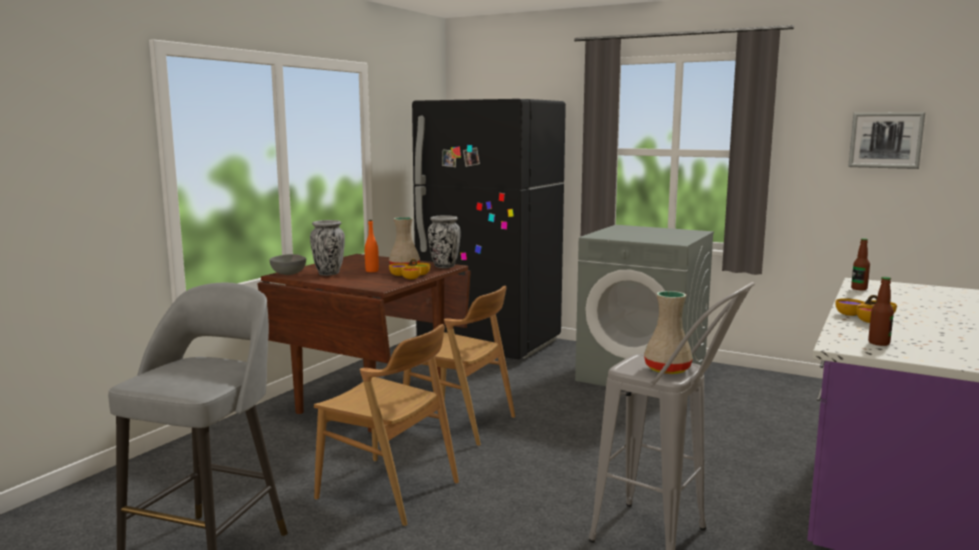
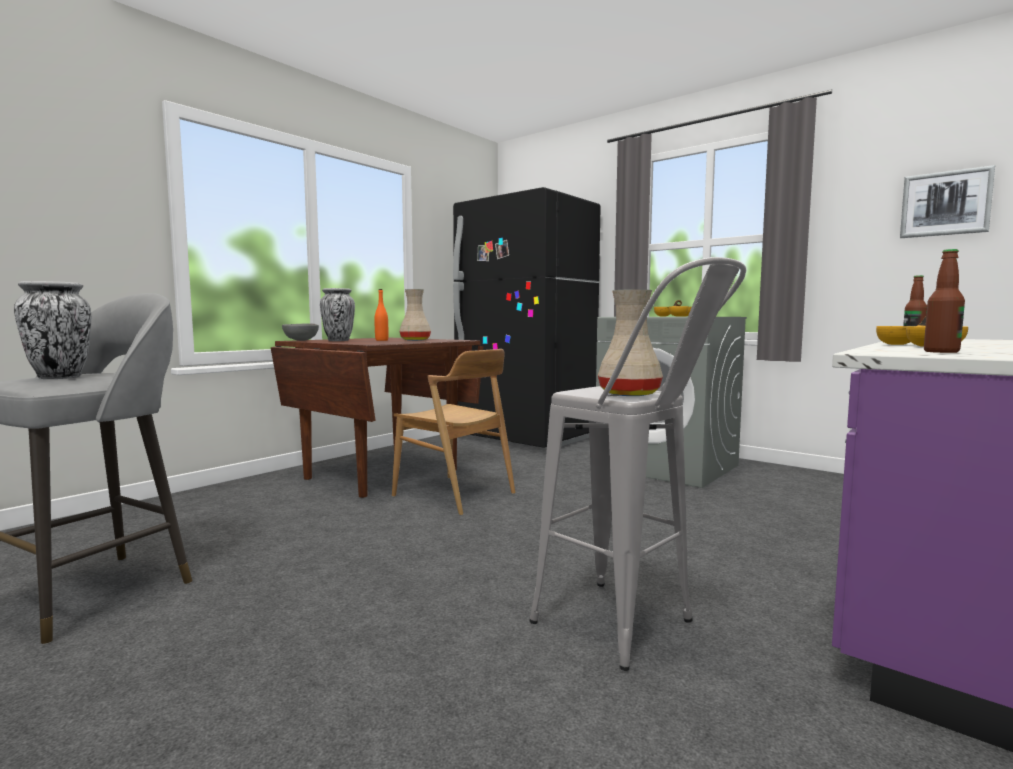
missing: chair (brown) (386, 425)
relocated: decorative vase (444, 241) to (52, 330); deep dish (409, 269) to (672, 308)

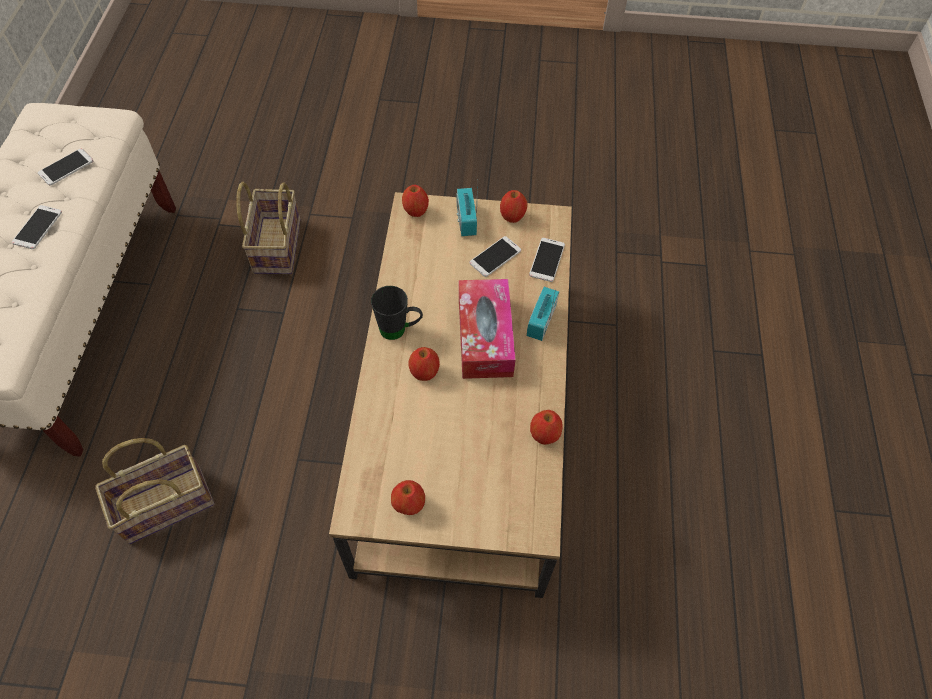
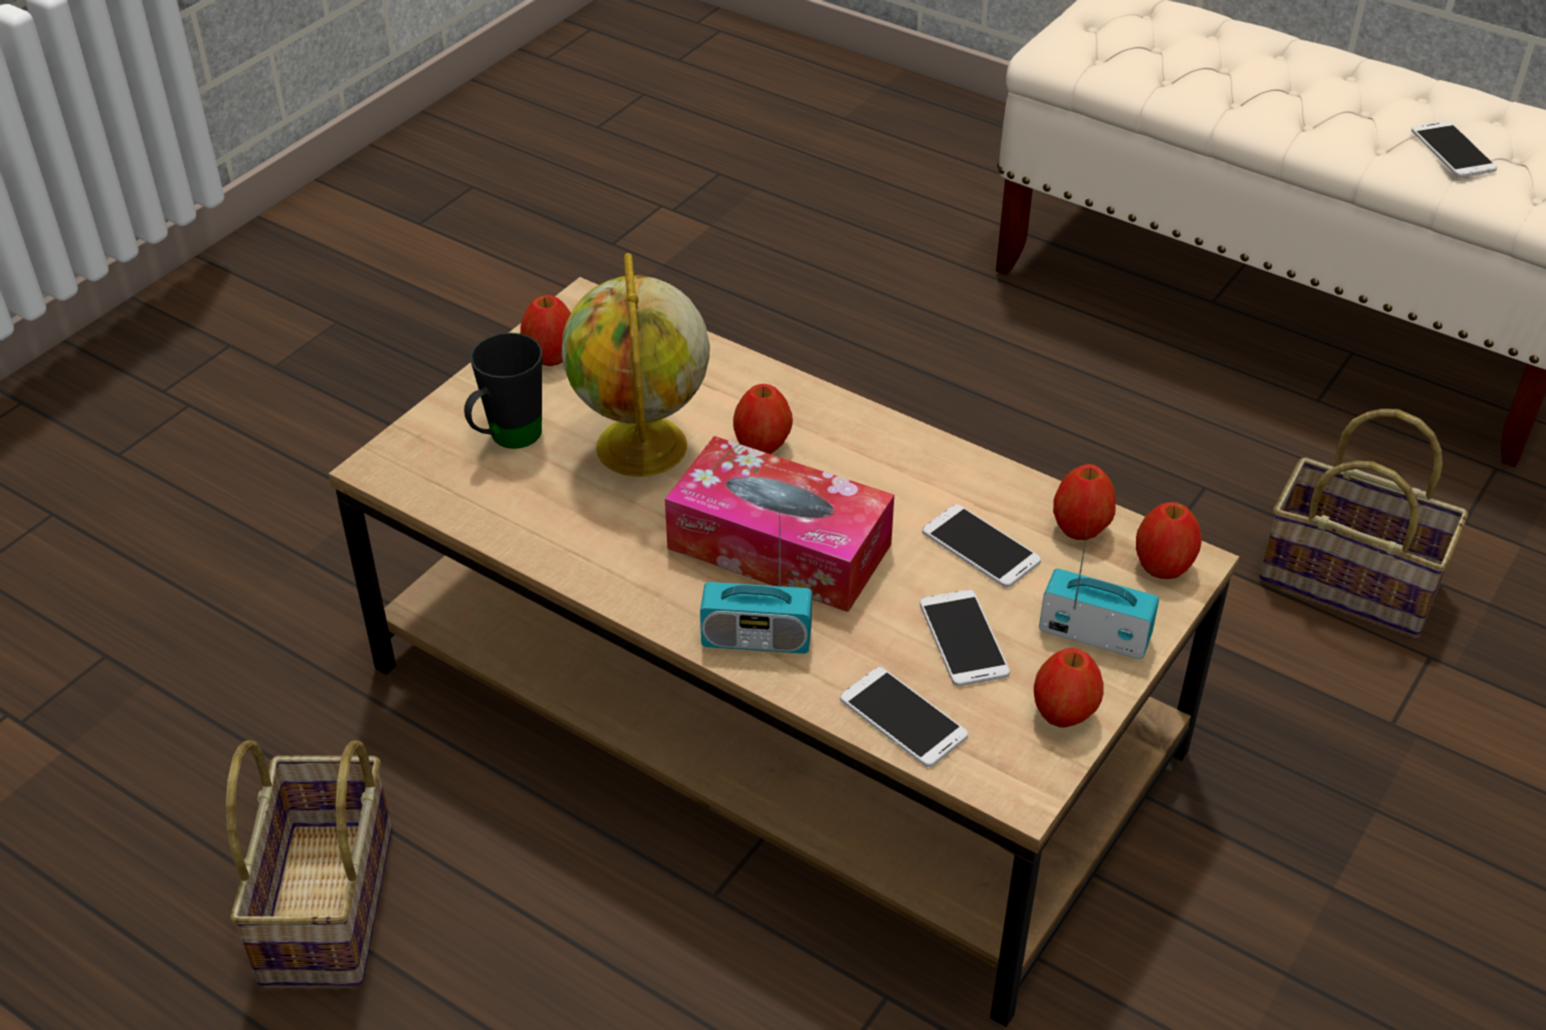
appeared: world globe (636, 365)
relocated: basket (154, 491) to (308, 862); coffee mug (black-coloured) (397, 313) to (503, 391); handset (37, 227) to (981, 545); apple fruit (546, 427) to (1084, 502)
spun: radio set (543, 314) = (756, 587) 135 degrees clockwise

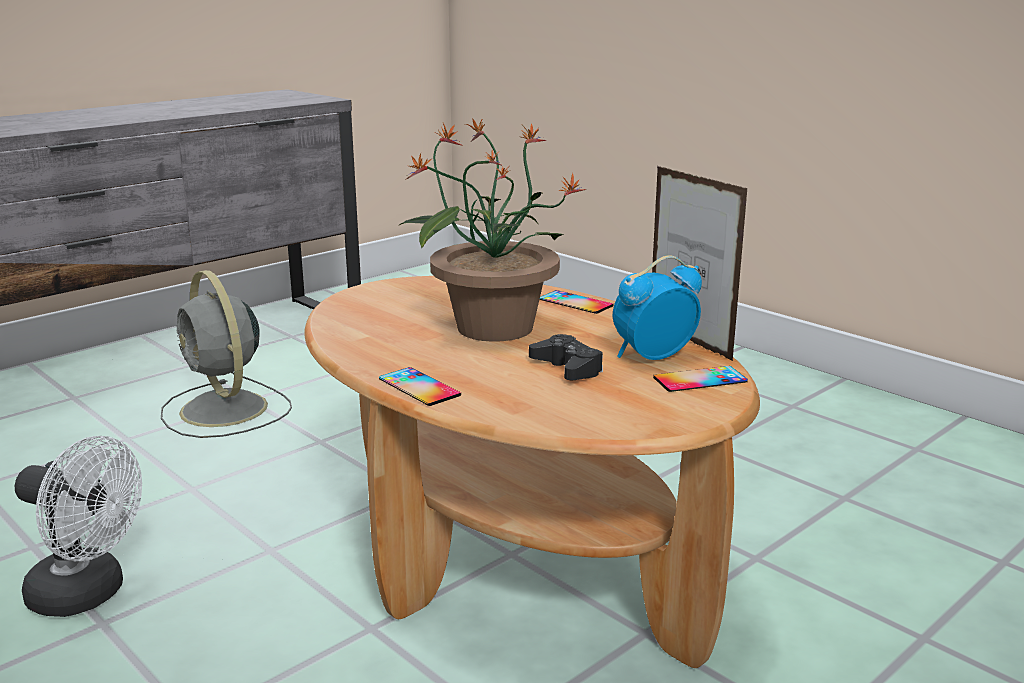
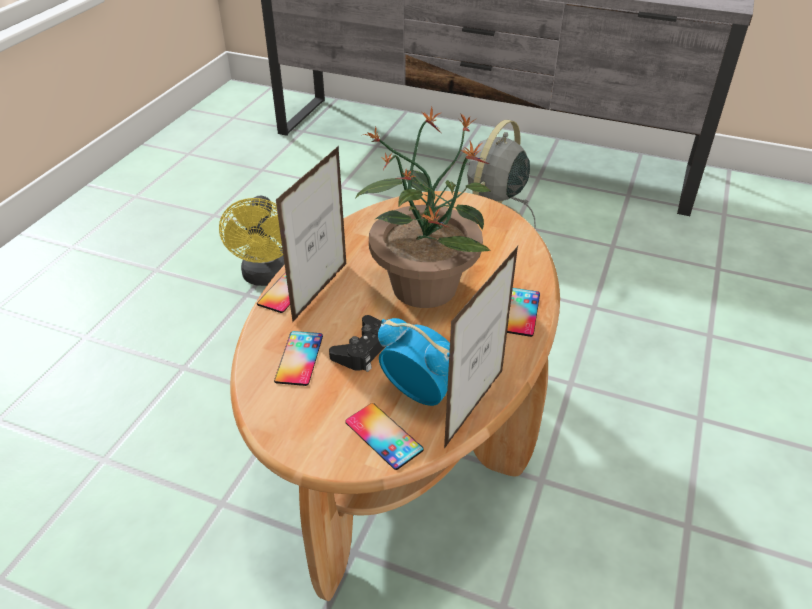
appeared: handset (298, 358); picture frame (311, 234)
colour: fan (white-coloured) (78, 526) to fan (yellowish) (252, 241)

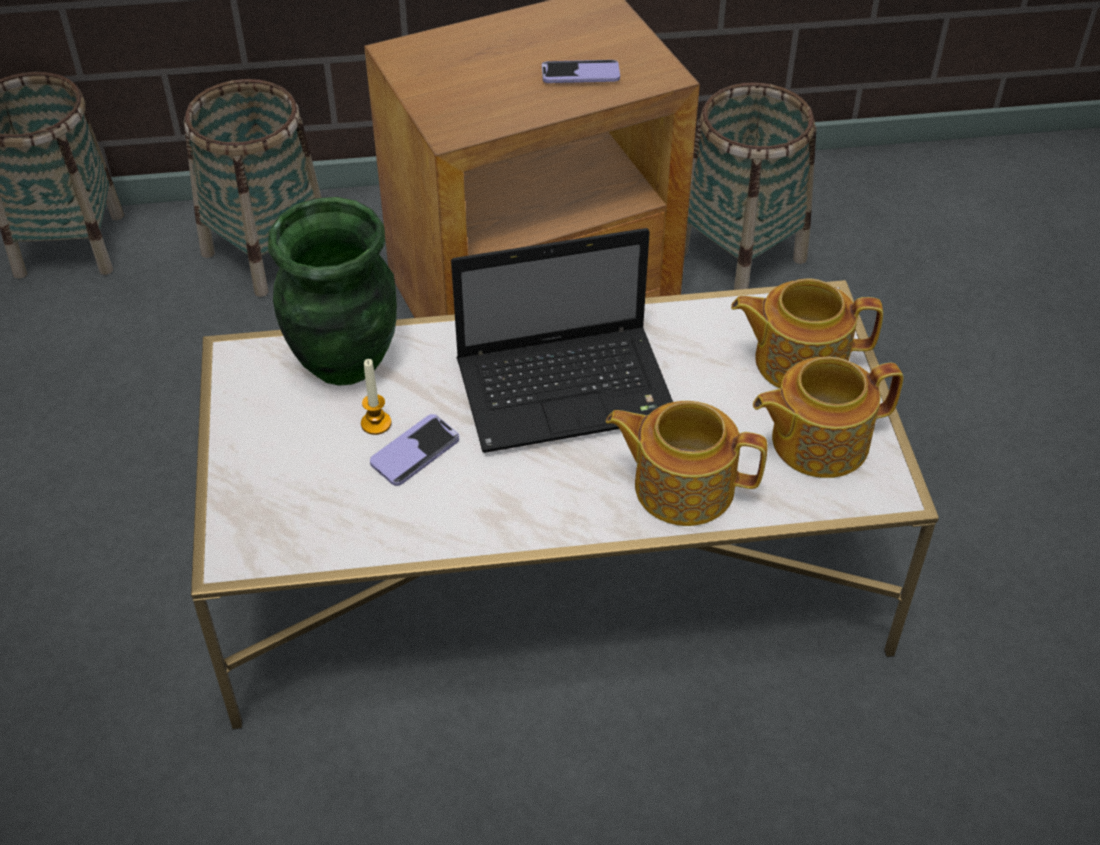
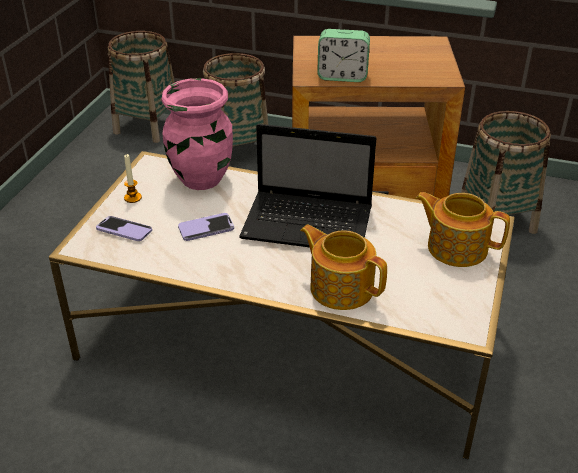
missing: pot for tea (828, 417)
appeared: alarm clock (343, 55)
relocated: handset (581, 71) to (124, 228); wax candle (376, 397) to (133, 178)
colour: decorative vase (green-coloured) (332, 291) to decorative vase (pink) (197, 134)

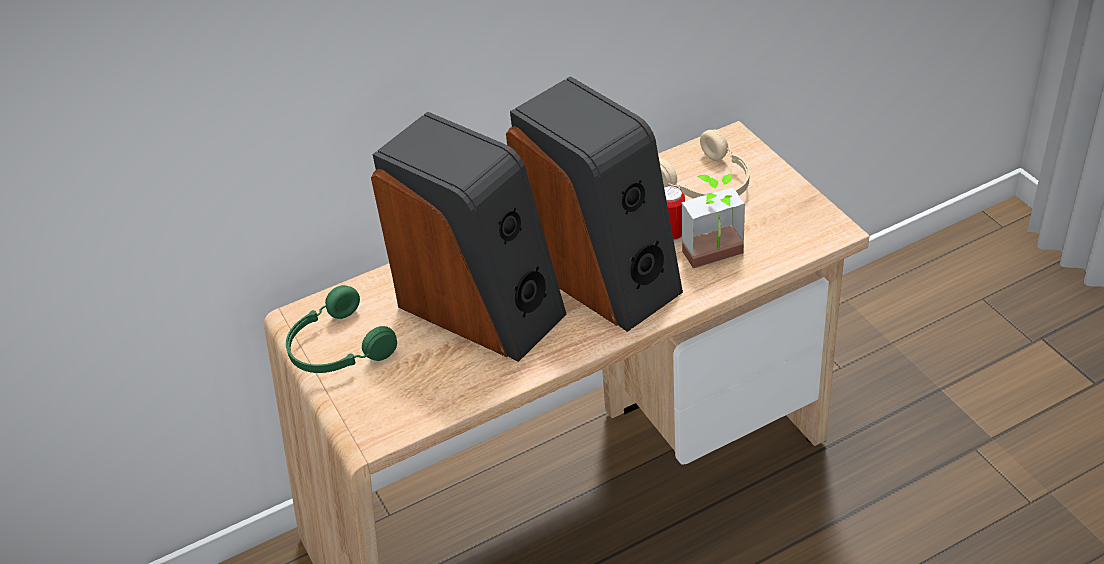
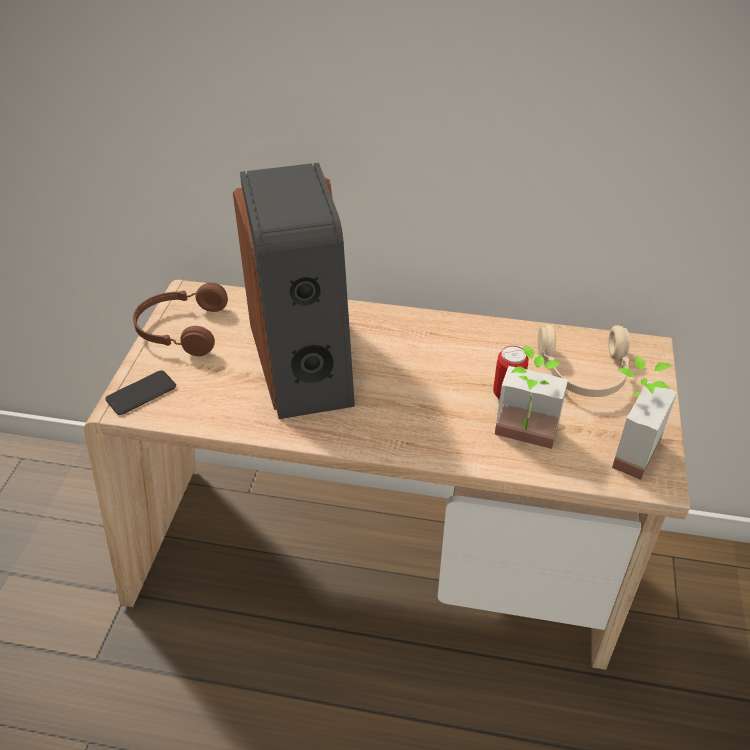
missing: speaker (594, 204)
appeared: handset (140, 392); houseplant (644, 418)
colour: headphones (green-coloured) (341, 329) to headphones (brown) (180, 319)

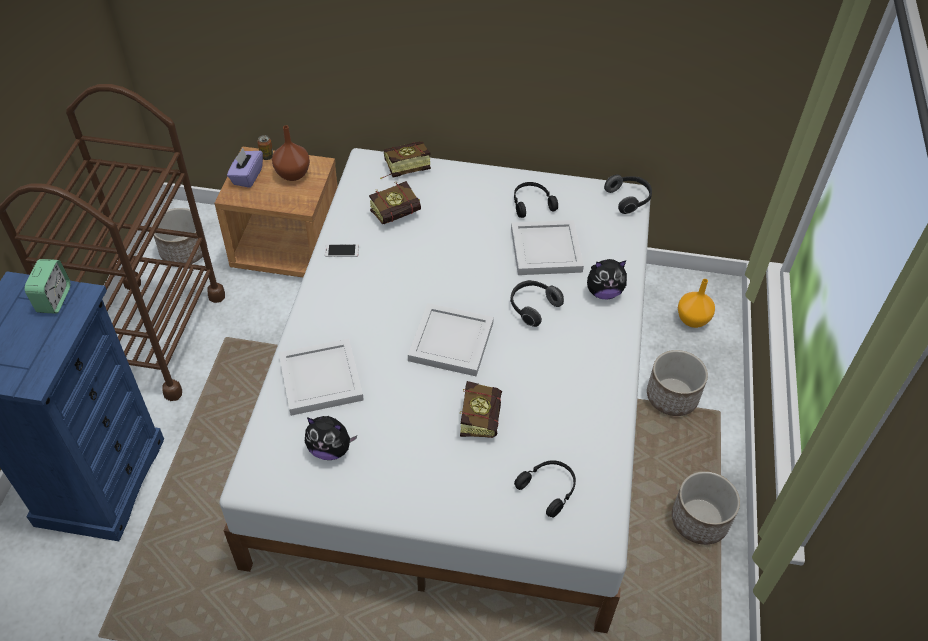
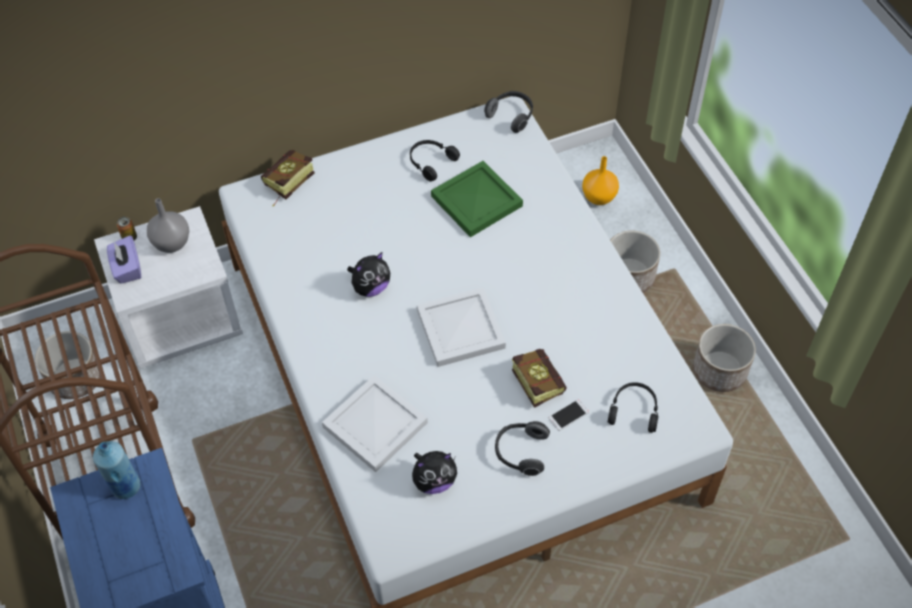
missing: volume (395, 202)
relocated: cuddly toy (607, 279) to (368, 274); headphones (537, 303) to (522, 448); handset (342, 250) to (569, 415)
exchanged: alarm clock (47, 286) to drink bottle (blue-coloured) (116, 470)
colour: nightstand (brown) (276, 211) to nightstand (white-coloured) (168, 287); decorative vase (brown) (291, 153) to decorative vase (grey) (168, 225); carrying tray (white-coloured) (547, 247) to carrying tray (green-coloured) (477, 199)

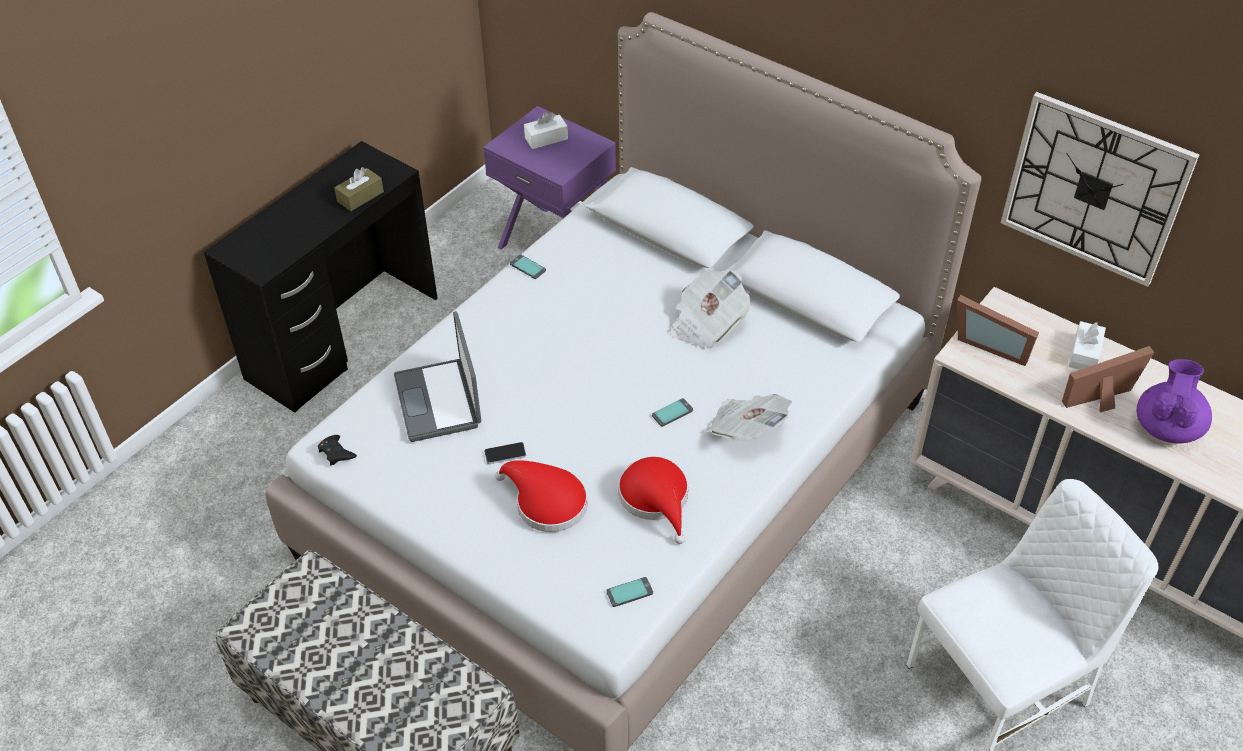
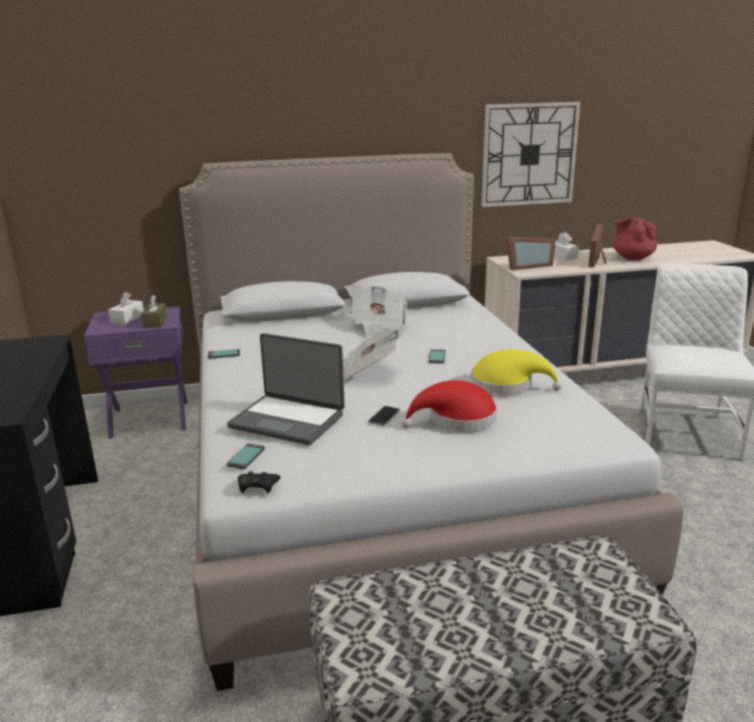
relocated: tissue box (brown) (359, 189) to (154, 311); handset (629, 592) to (246, 456); newspaper (749, 417) to (372, 354)
colour: clothing hat (red) (653, 500) to clothing hat (yellowish) (516, 371); pot for tea (purplish) (1174, 401) to pot for tea (red) (635, 239)

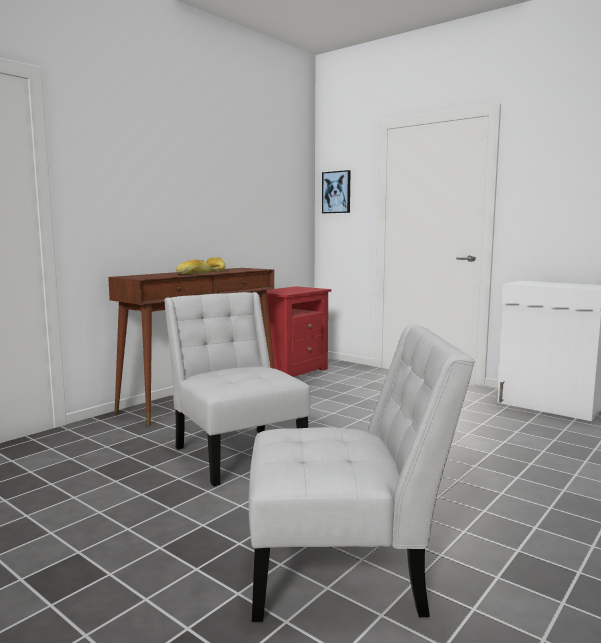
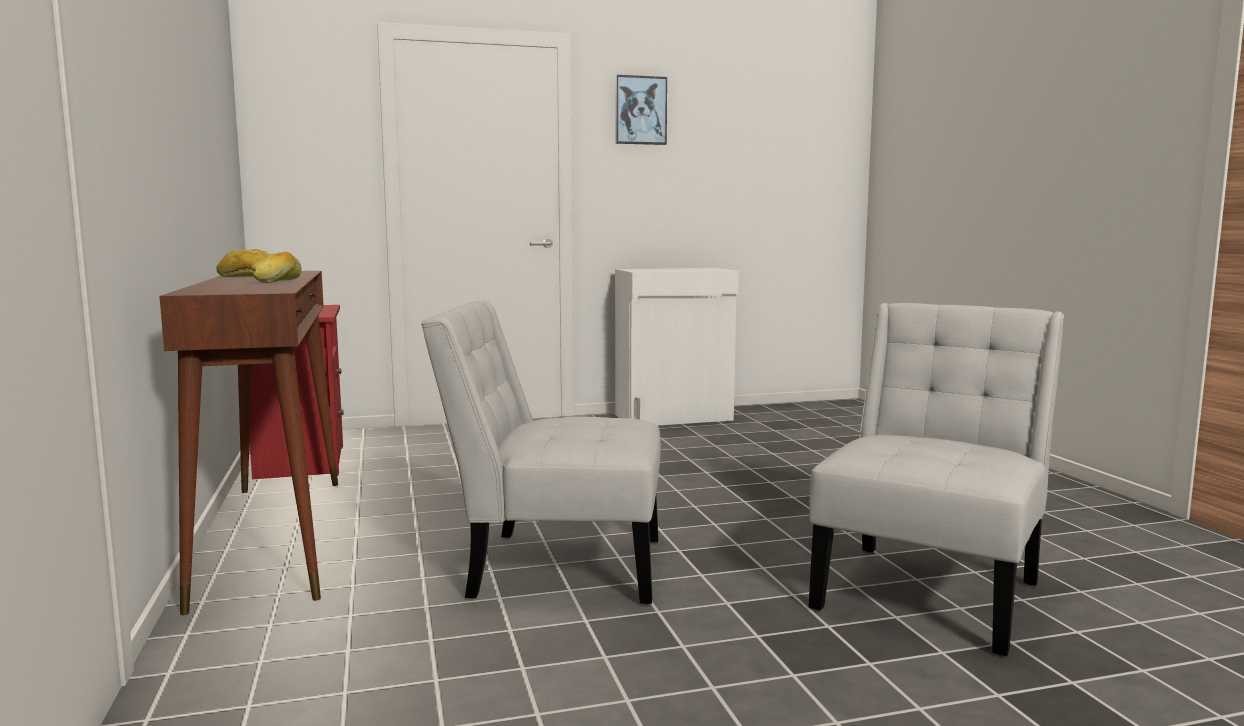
relocated: picture (336, 191) to (641, 110)

